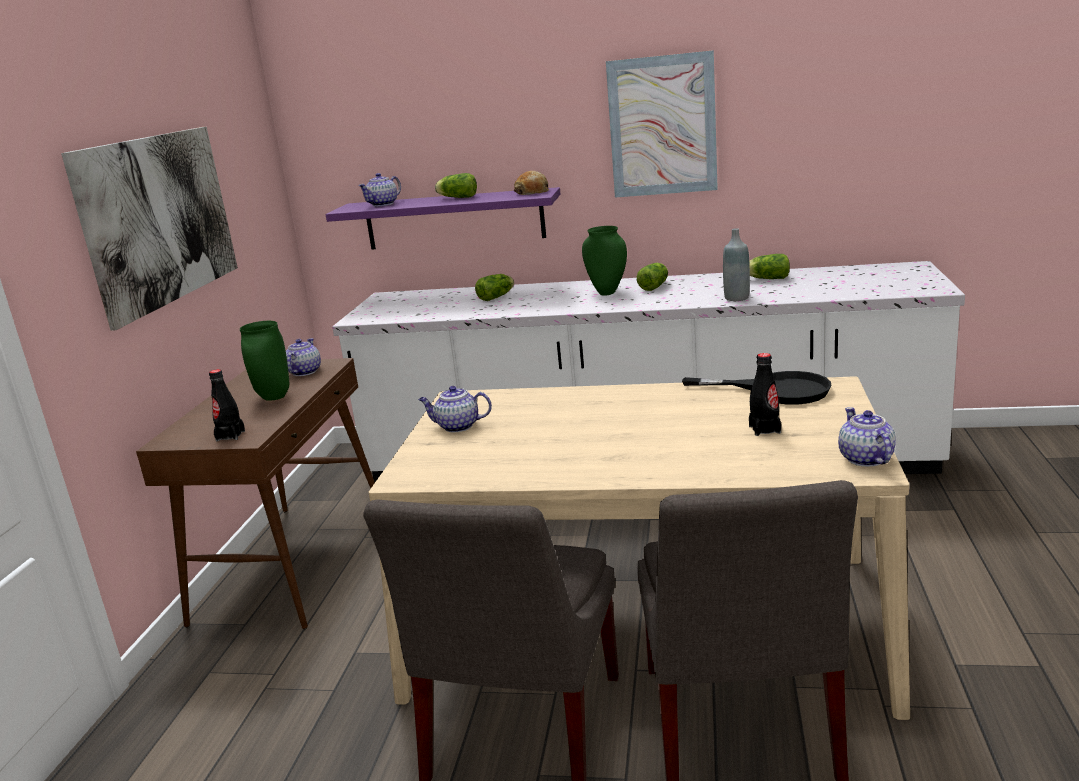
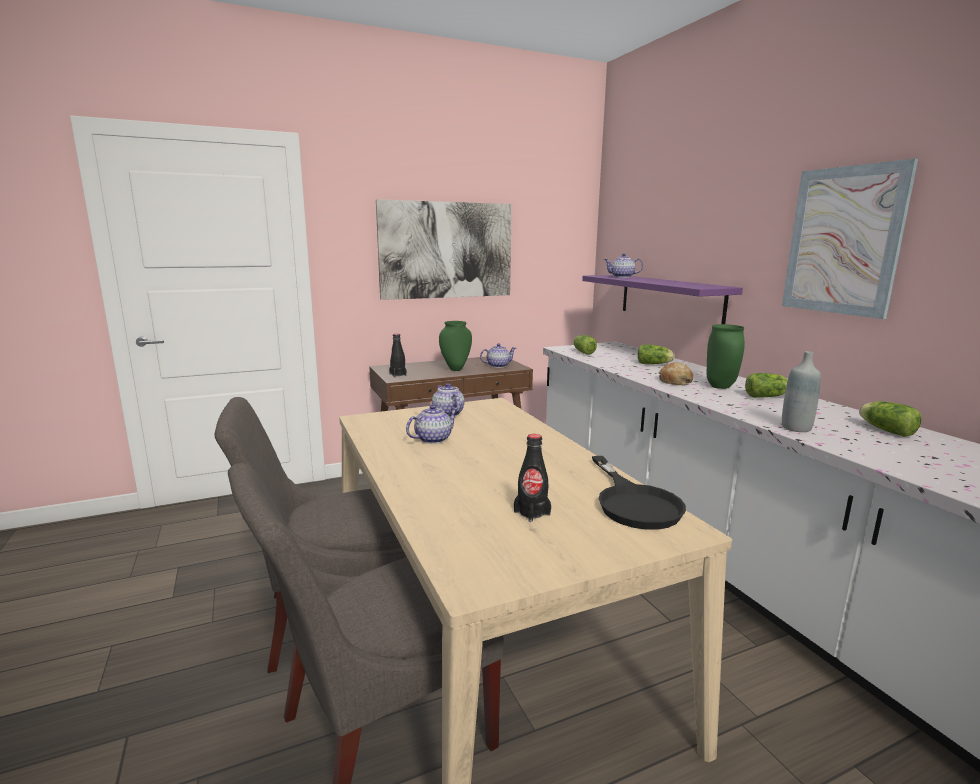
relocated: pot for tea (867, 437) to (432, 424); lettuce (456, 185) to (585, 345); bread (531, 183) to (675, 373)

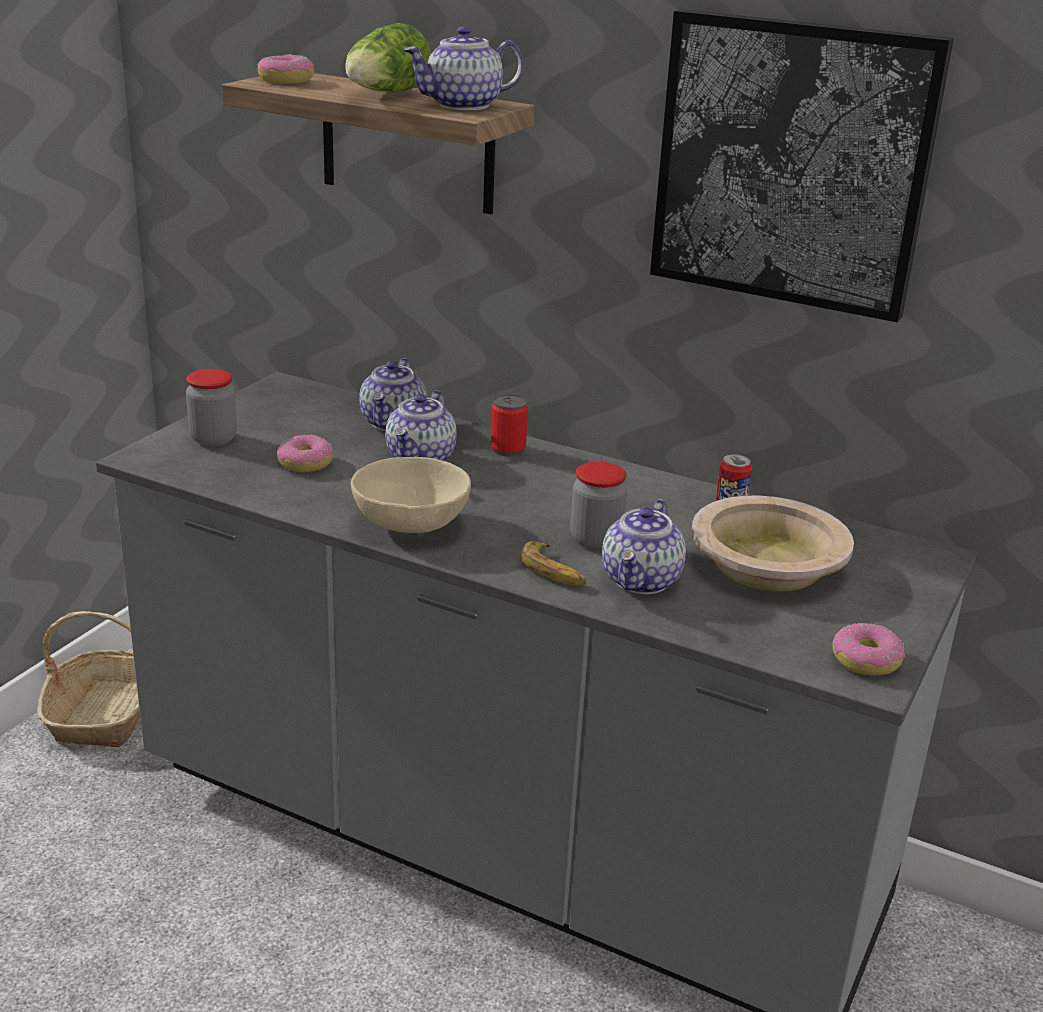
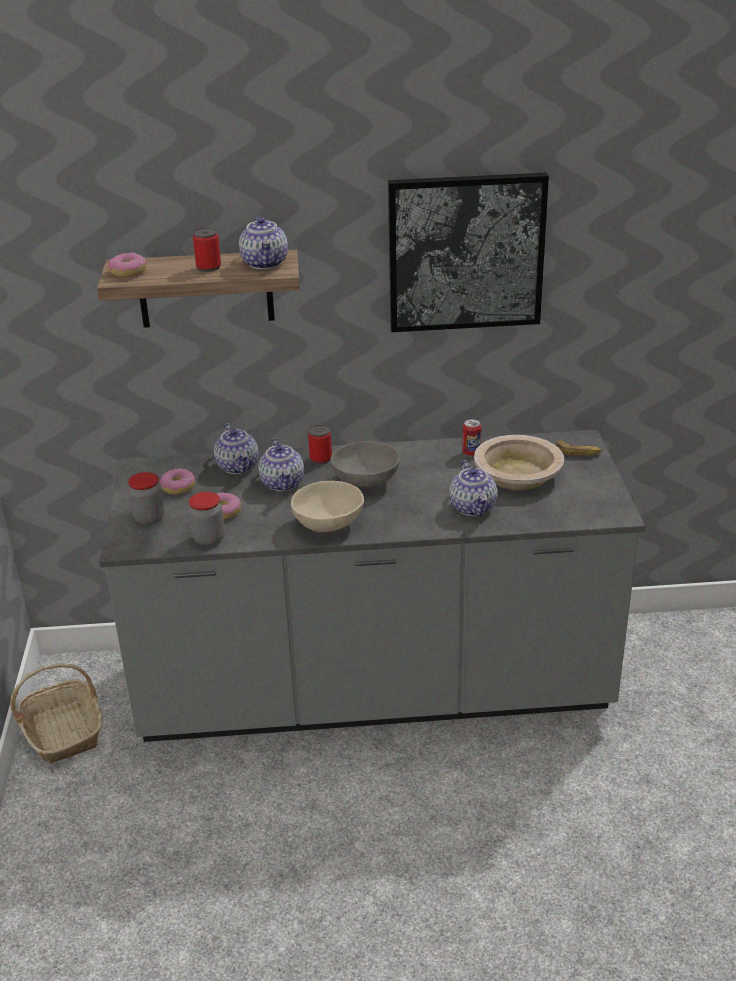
appeared: deep dish (grey) (365, 464)
relocated: ring doughnut (869, 649) to (177, 481); preserve jar (598, 506) to (206, 519); banana fruit (553, 563) to (579, 448)
exchanged: lettuce (388, 58) to can (207, 250)
spun: pot for tea (463, 68) = (263, 242) 45 degrees counterclockwise

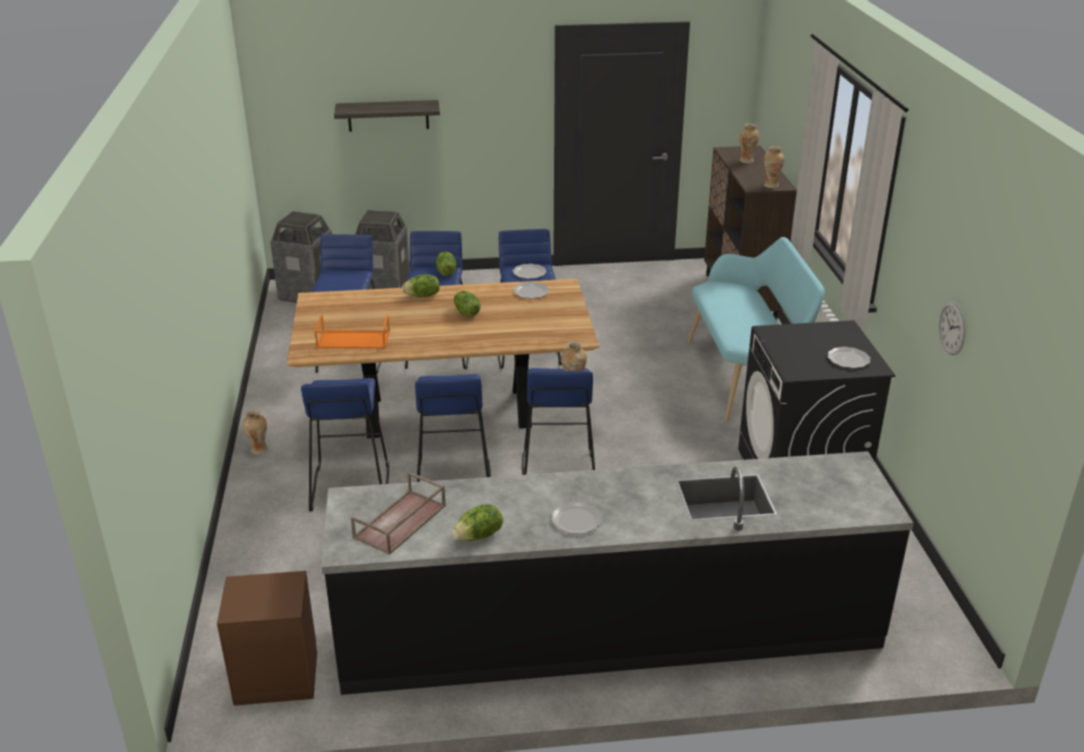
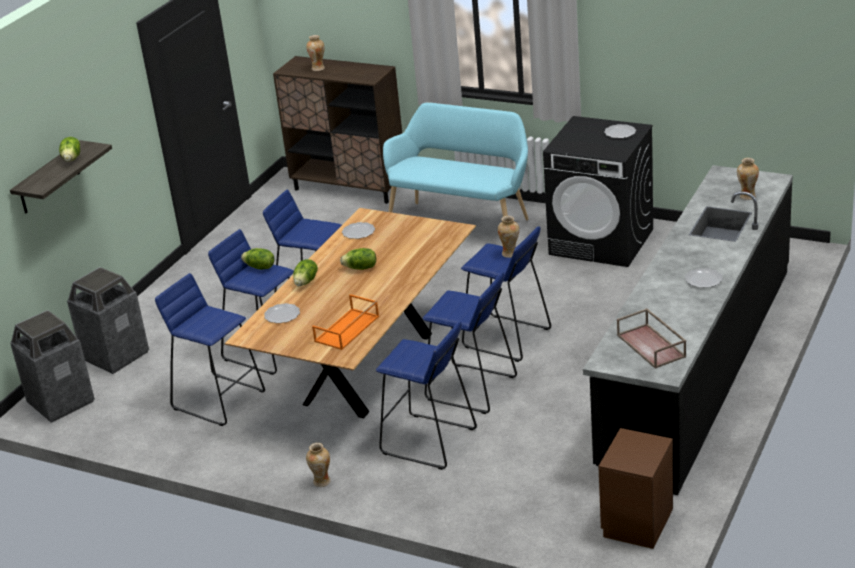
missing: clock on the wall (952, 328)
relocated: lettuce (477, 522) to (69, 149); dinner plate (530, 271) to (282, 313); decorative vase (774, 167) to (748, 179)

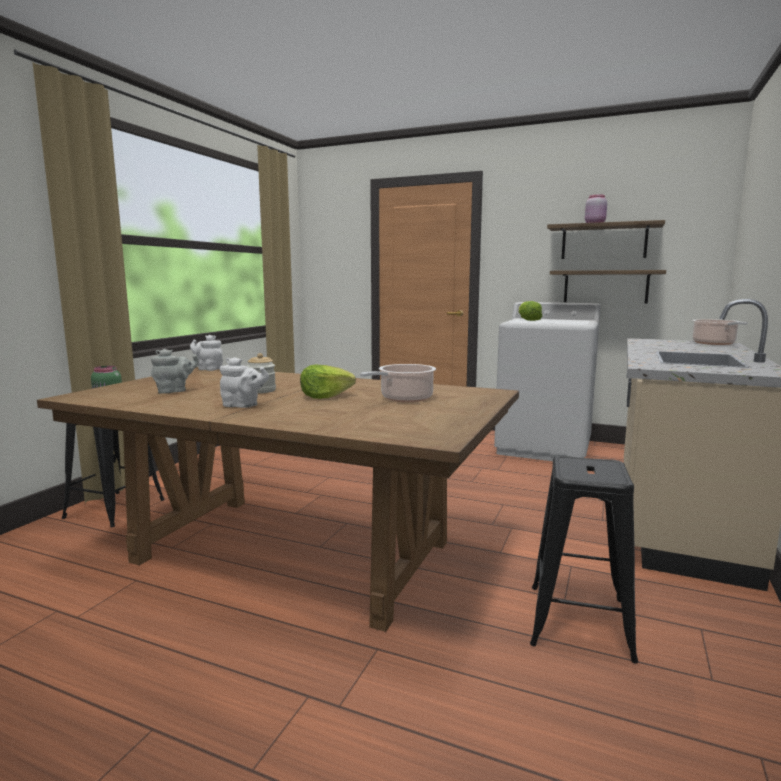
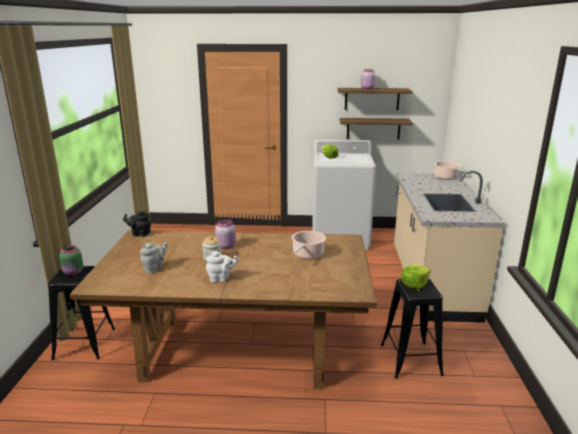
appeared: preserve jar (pink) (225, 234)
relocated: lettuce (328, 382) to (416, 277)
colour: pot for tea (white-coloured) (206, 353) to pot for tea (black-coloured) (137, 224)

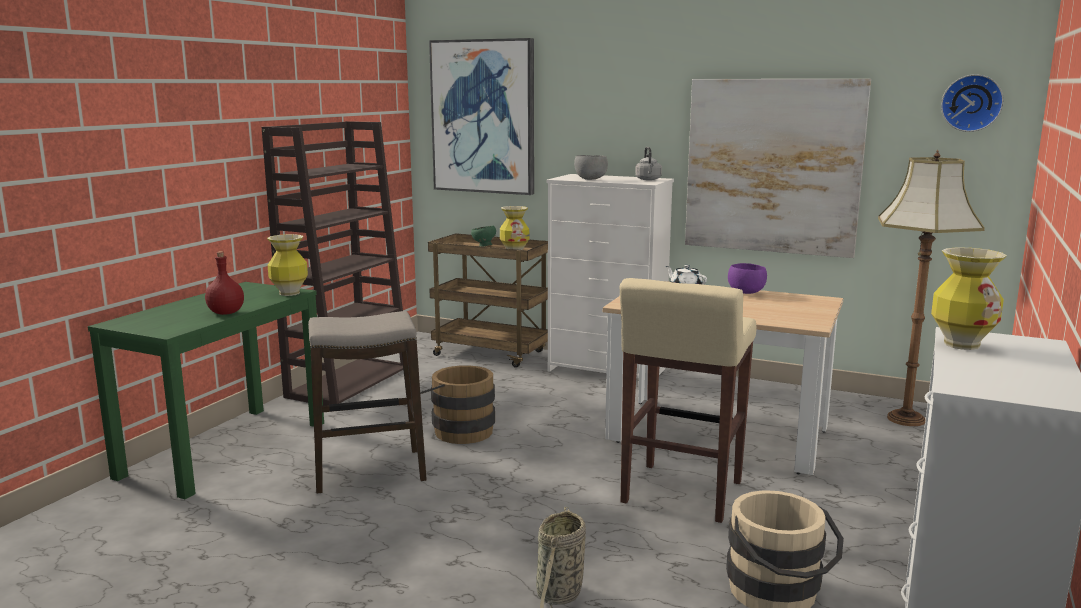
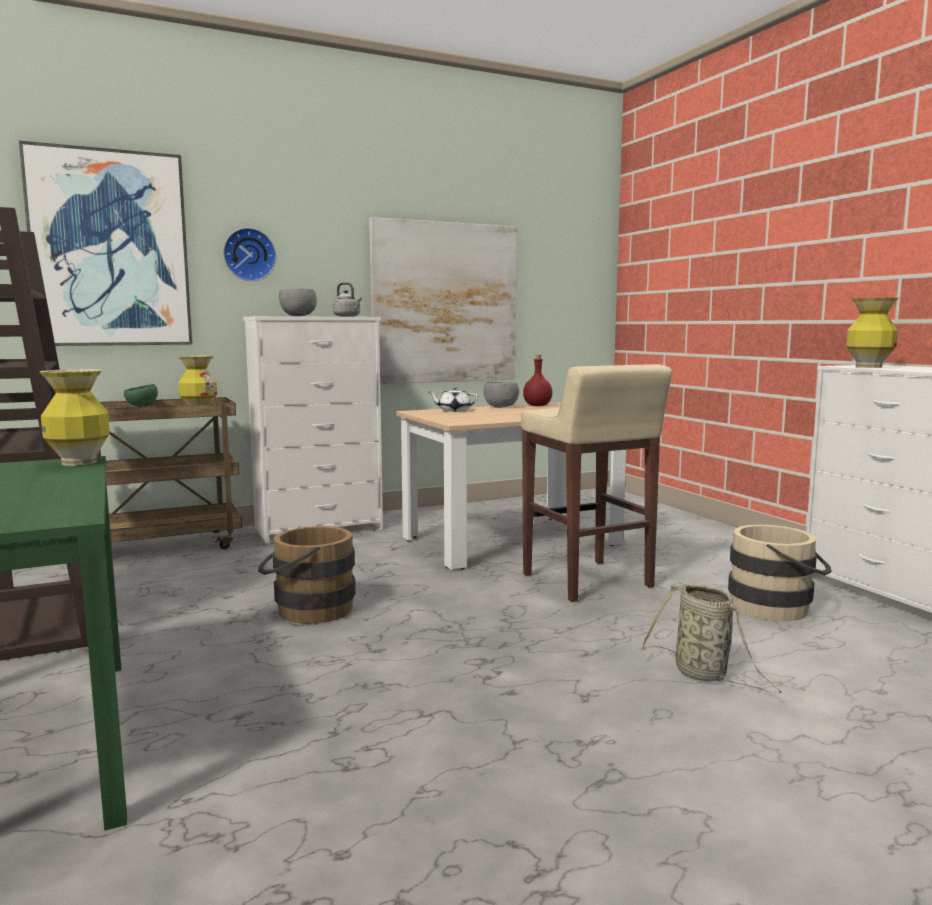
missing: sitting stool (367, 402); standing lamp (931, 288)
relocated: clock on the wall (972, 103) to (249, 254); drink bottle (red) (224, 283) to (538, 380)
colour: deep dish (purplish) (747, 278) to deep dish (grey) (501, 395)

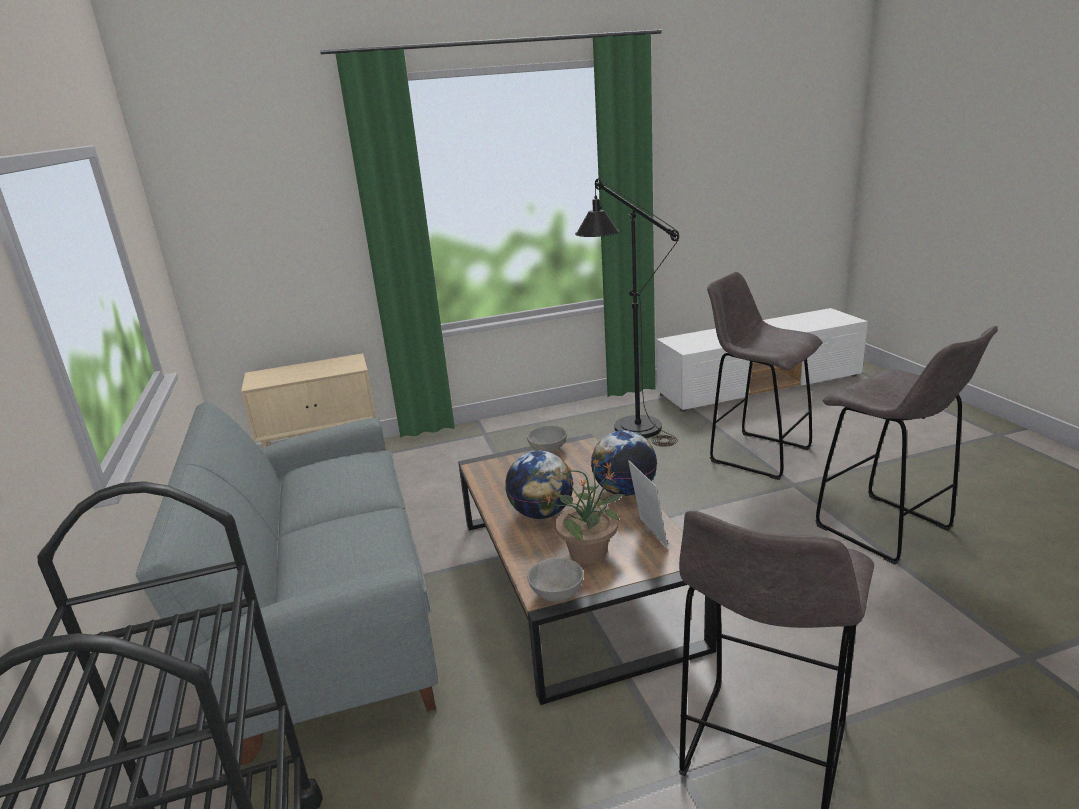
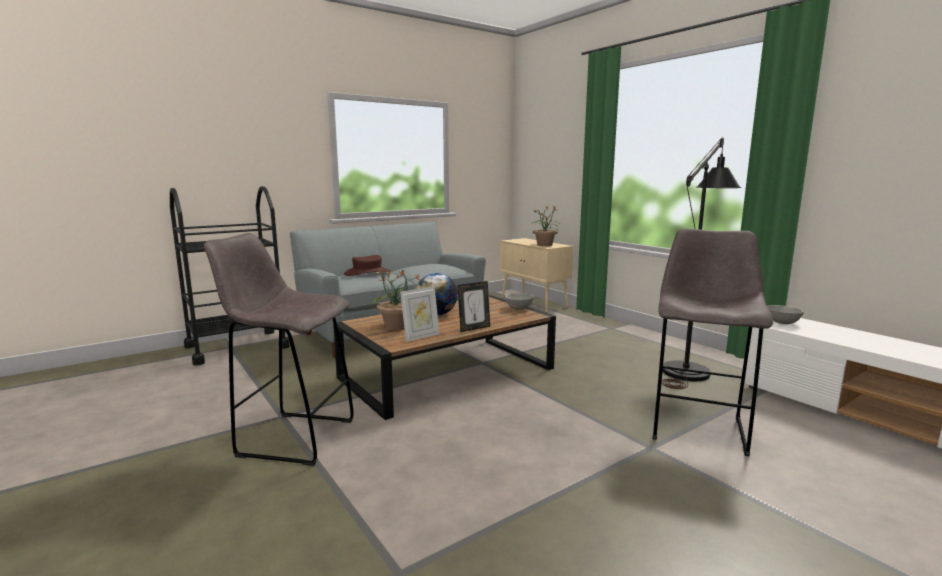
missing: sitting stool (grey) (906, 445)
appeared: clothing hat (brown) (367, 265); houseplant (545, 226)
relocated: deep dish (grey) (555, 580) to (785, 314)
exchanged: world globe (624, 463) to picture frame (473, 306)

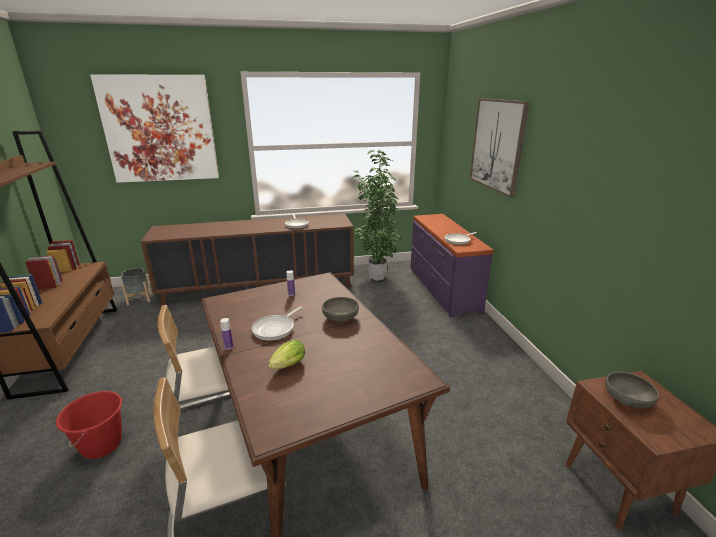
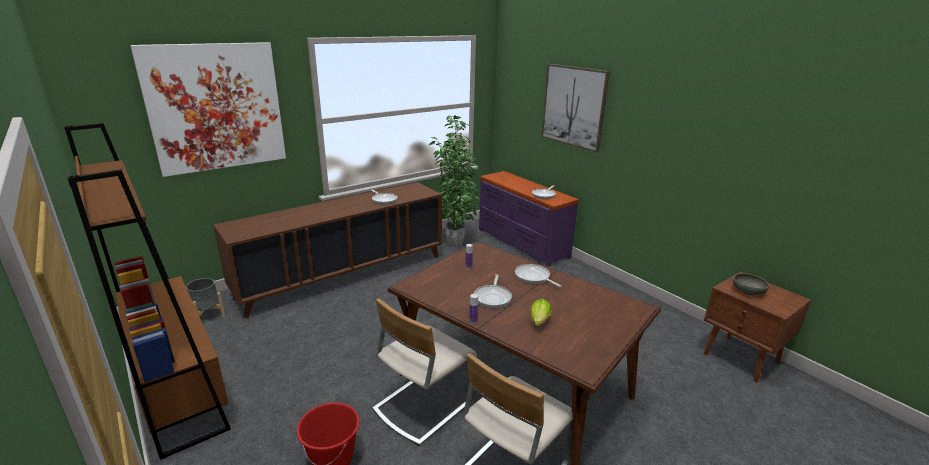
exchanged: deep dish (grey) (340, 309) to skillet (538, 275)

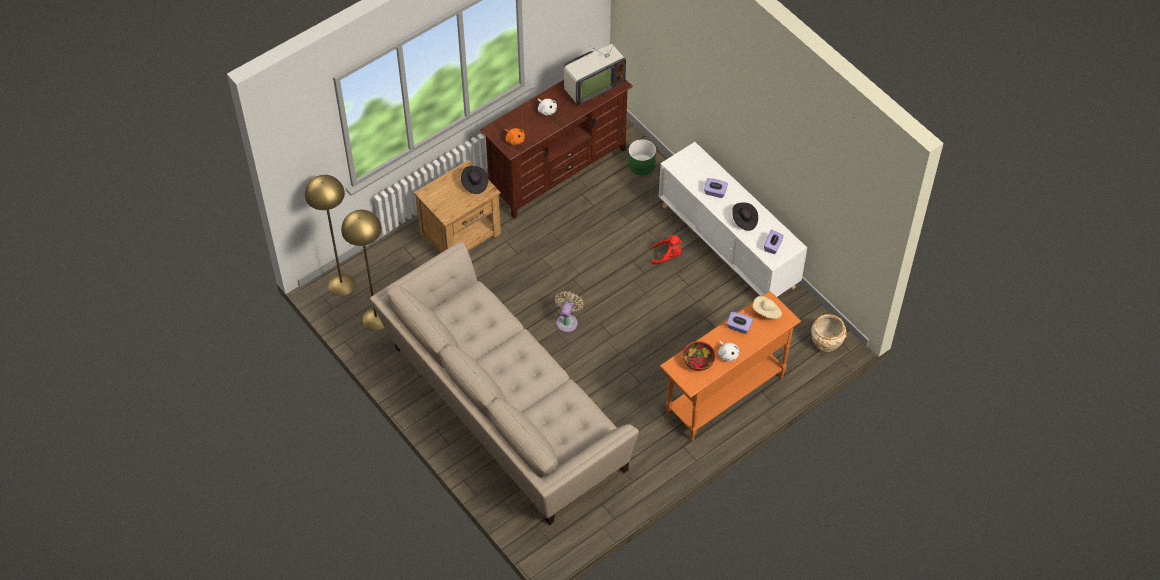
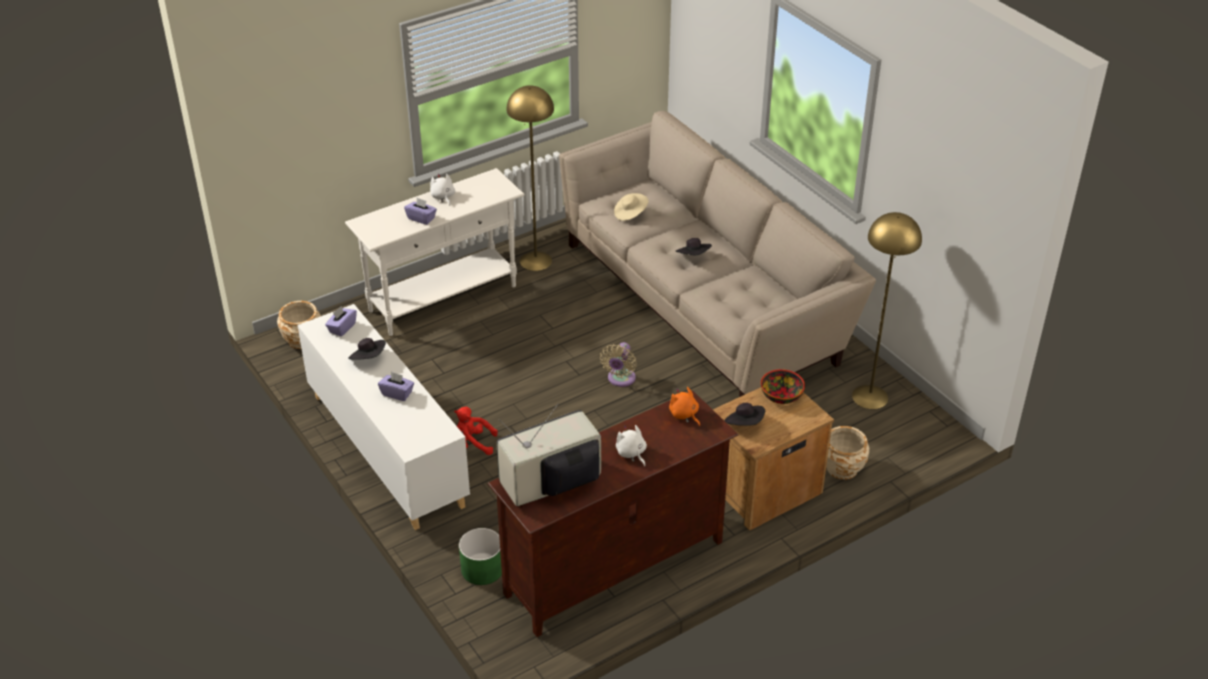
appeared: clothing hat (black-coloured) (694, 246); planter (sand-coloured) (847, 453)
relocated: standing lamp (yellowish) (330, 235) to (530, 178); clothing hat (sand-coloured) (767, 307) to (631, 207); deep dish (699, 356) to (783, 386)
colour: narrow table (orange-coloured) (730, 366) to narrow table (white-coloured) (435, 252)

